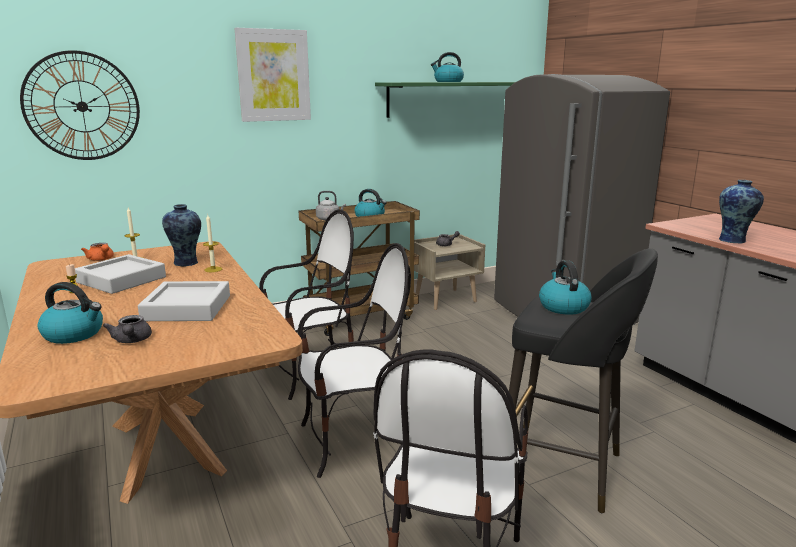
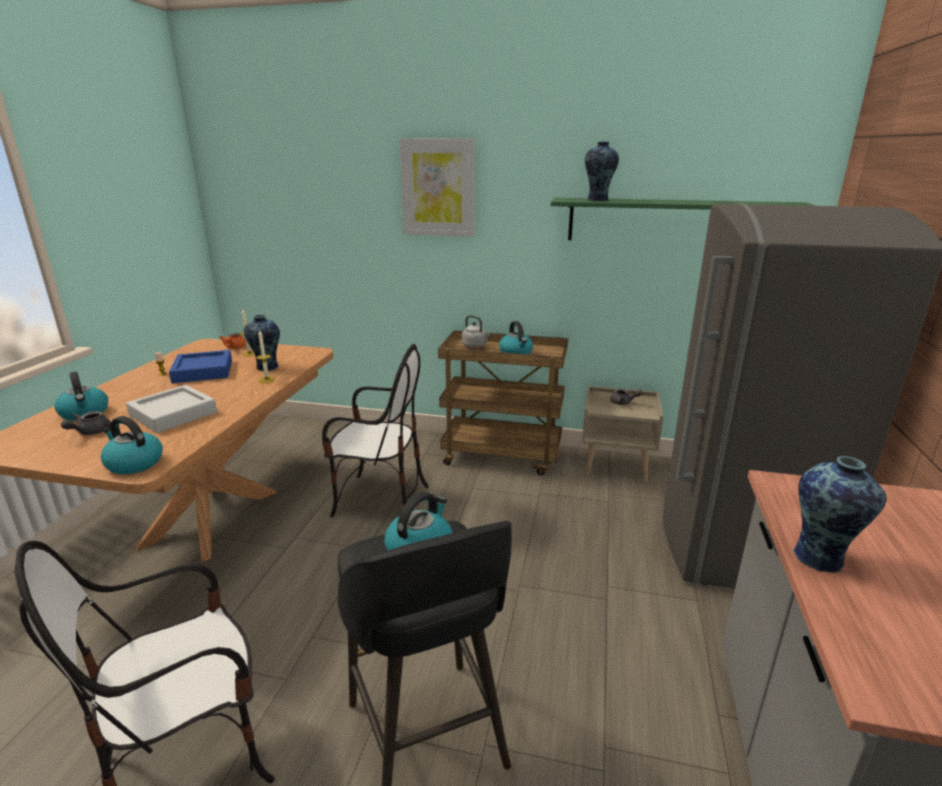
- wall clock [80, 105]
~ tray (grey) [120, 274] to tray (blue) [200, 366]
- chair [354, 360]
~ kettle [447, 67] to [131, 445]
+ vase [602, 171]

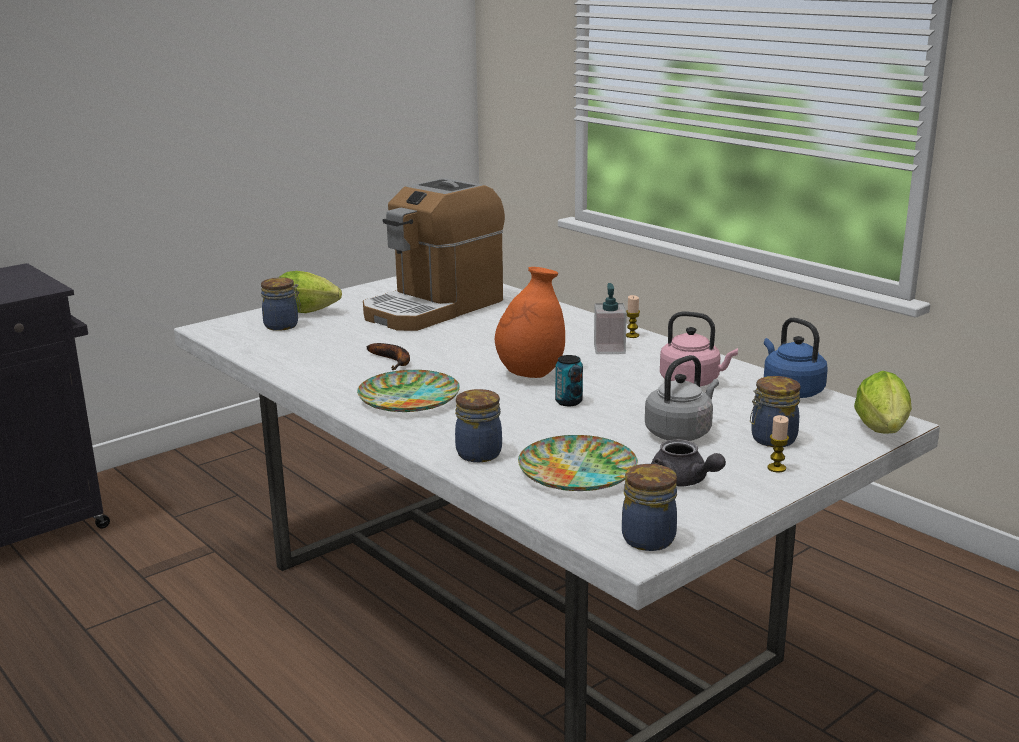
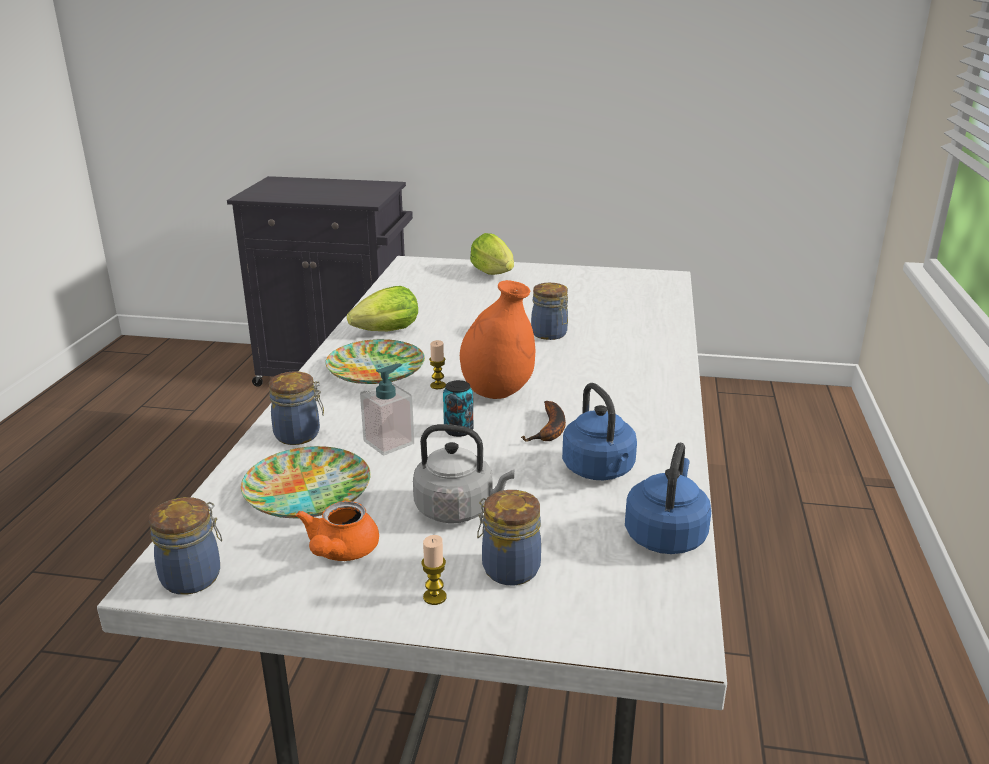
~ jar [281, 304] to [549, 311]
- coffee machine [434, 254]
~ banana [388, 356] to [543, 421]
~ soap dispenser [610, 318] to [387, 409]
~ candle [633, 316] to [437, 364]
~ teapot (grey) [688, 462] to teapot (orange) [337, 531]
~ kettle (pink) [699, 349] to kettle (blue) [599, 431]
~ lettuce [883, 402] to [382, 308]

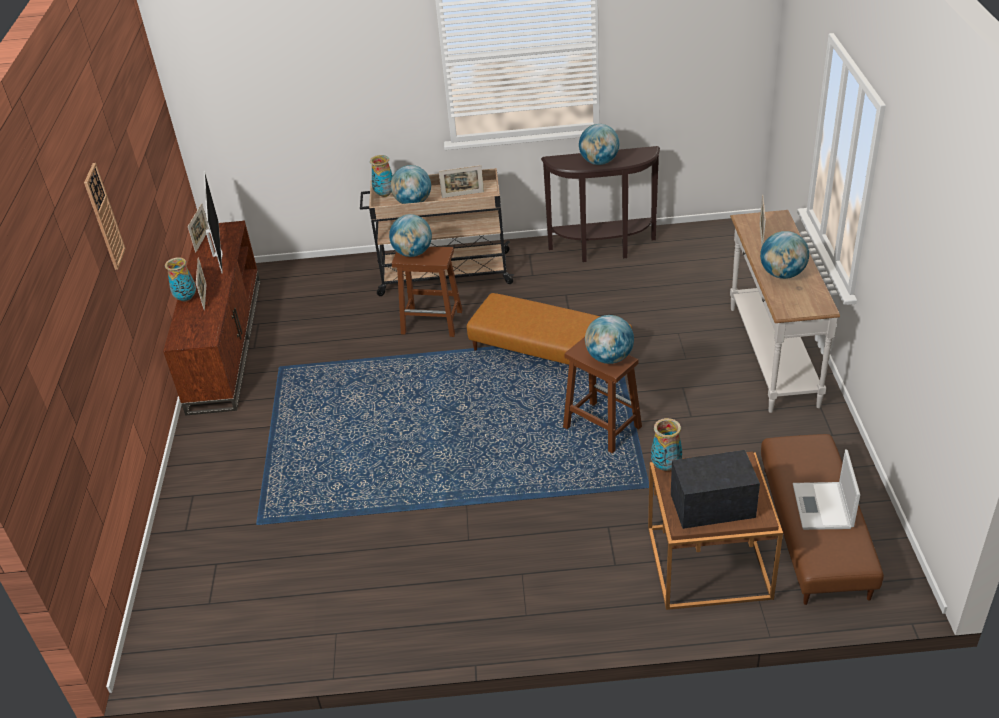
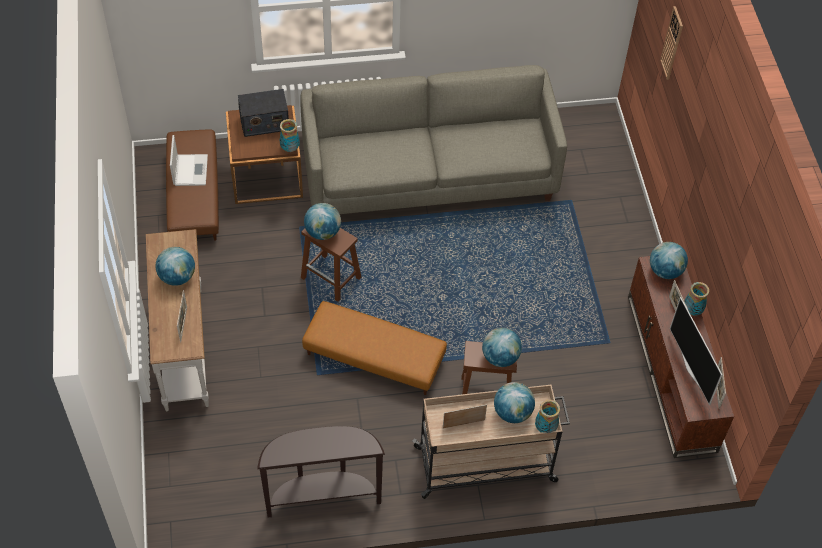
~ wall clock [105, 216] to [671, 43]
~ globe [599, 144] to [669, 260]
+ sofa (grey) [433, 139]

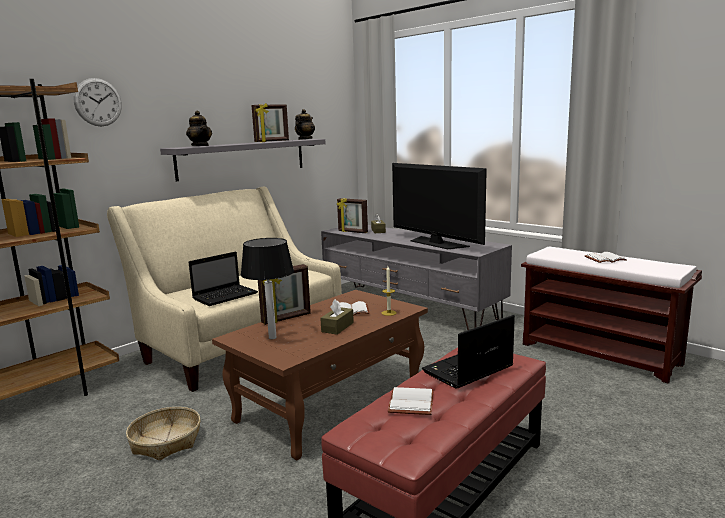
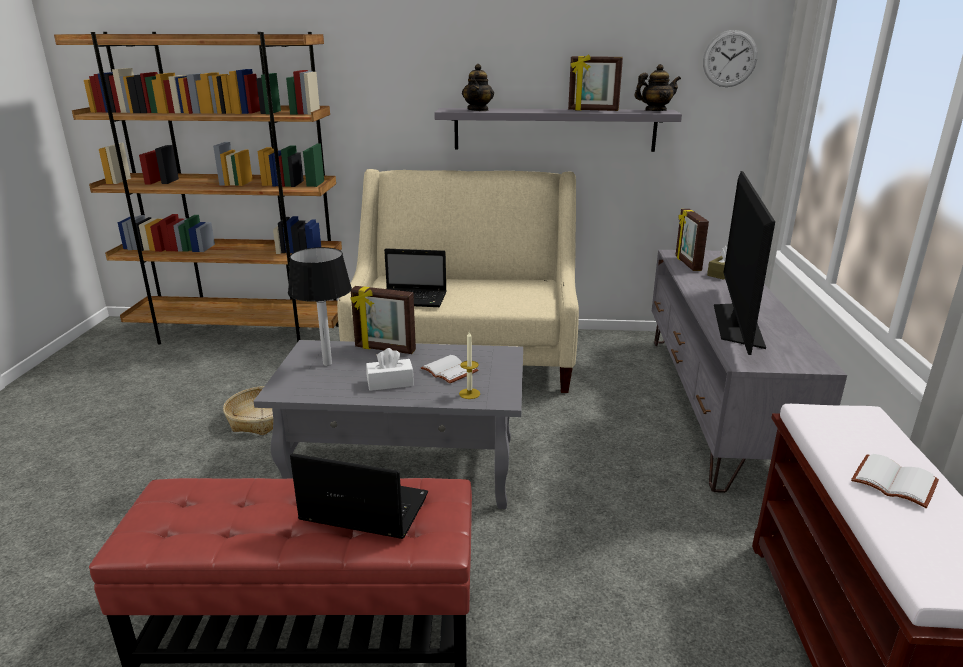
~ wall clock [98, 102] to [730, 58]
~ coffee table (brown) [320, 375] to coffee table (grey) [388, 424]
~ tissue box (brown) [337, 317] to tissue box (white) [390, 369]
- book (white) [411, 401]

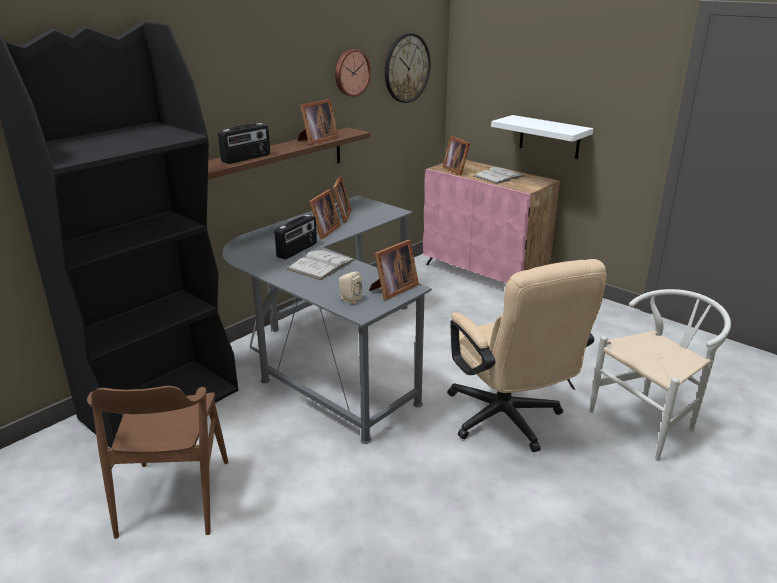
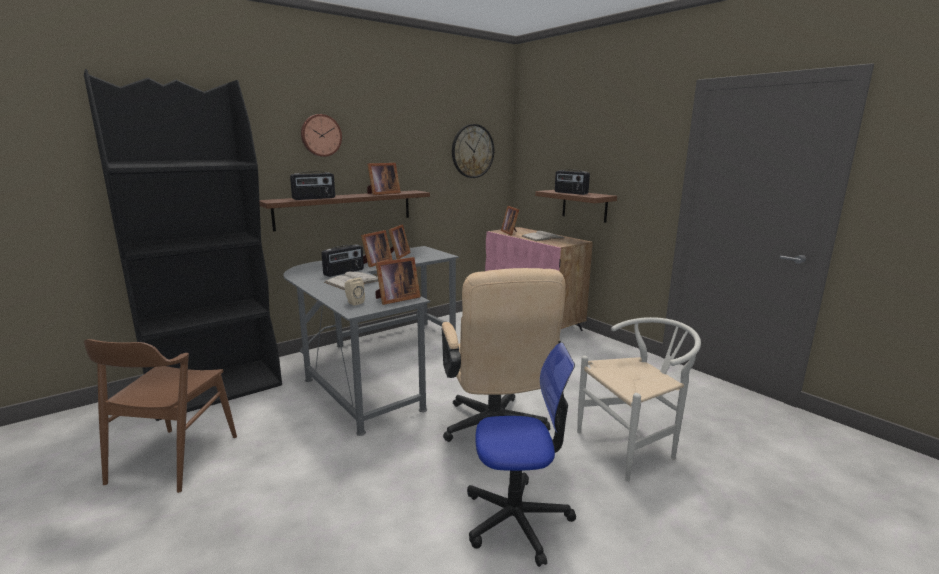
~ wall clock [353, 73] to [321, 135]
~ shelf (white) [542, 137] to shelf (brown) [576, 206]
+ office chair [521, 455]
+ radio [572, 182]

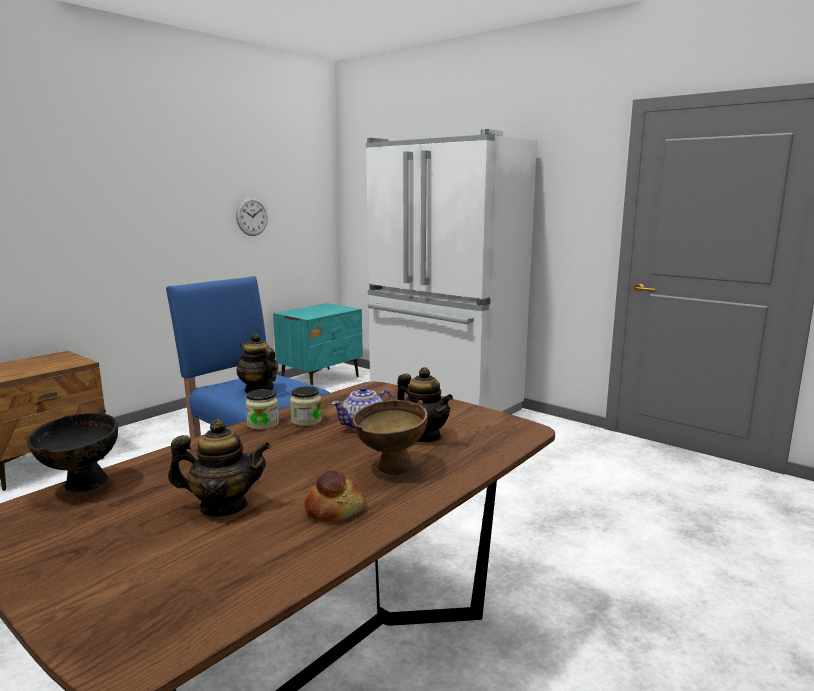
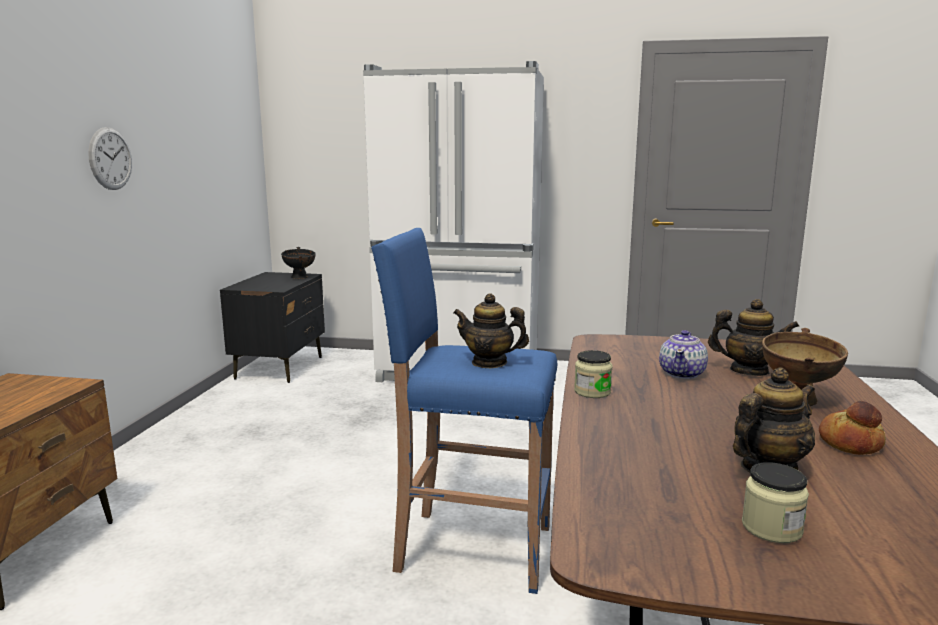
~ bowl (black) [72, 450] to [298, 263]
~ wall clock [252, 216] to [110, 158]
~ nightstand (turquoise) [318, 344] to nightstand (black) [272, 327]
~ jar [306, 406] to [775, 502]

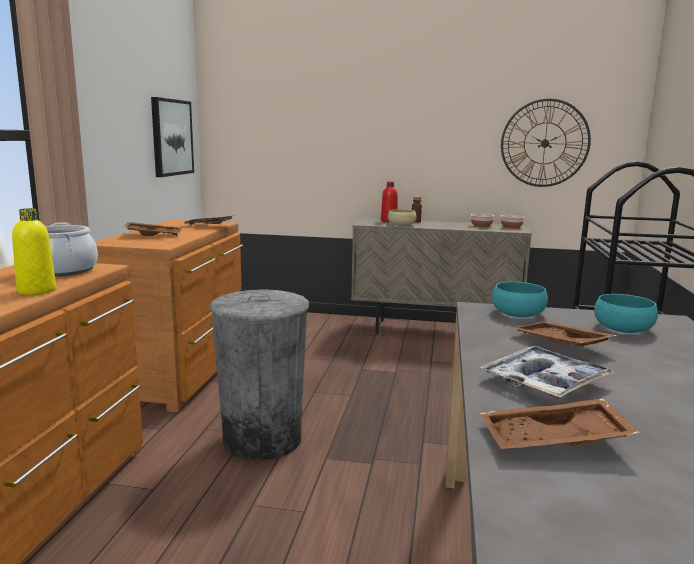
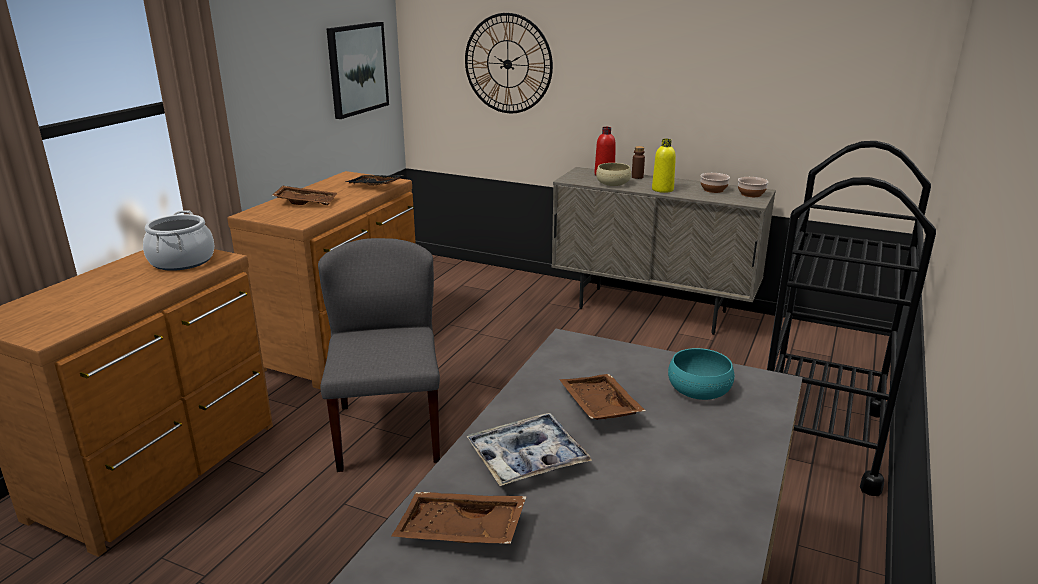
~ bottle (yellow) [34, 251] to [664, 166]
~ trash can (grey) [259, 374] to chair (grey) [379, 355]
- bowl (turquoise) [520, 299]
~ wall clock [546, 143] to [509, 63]

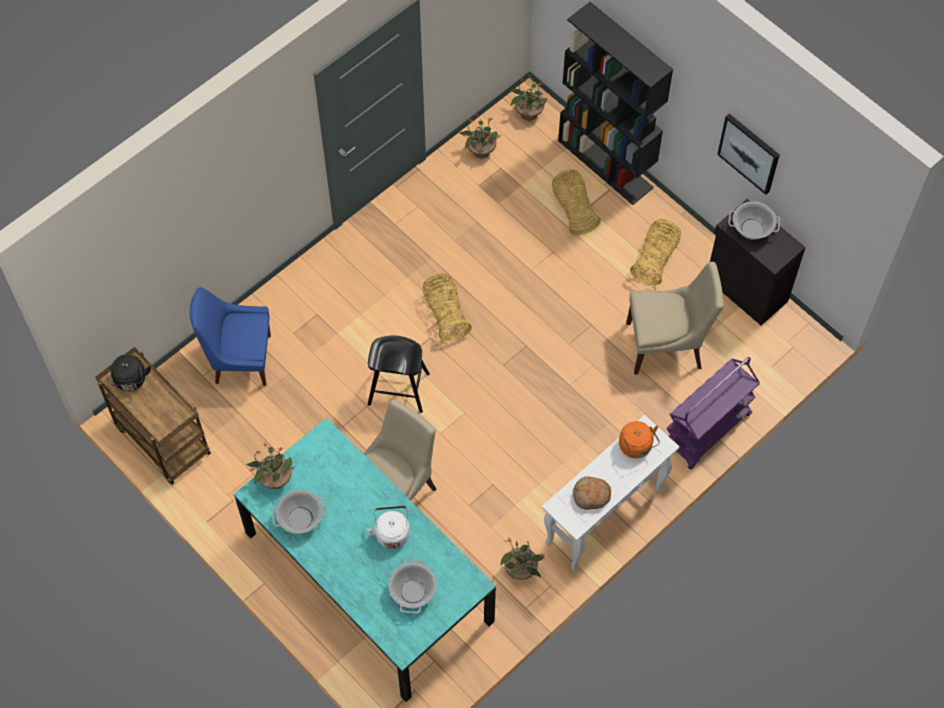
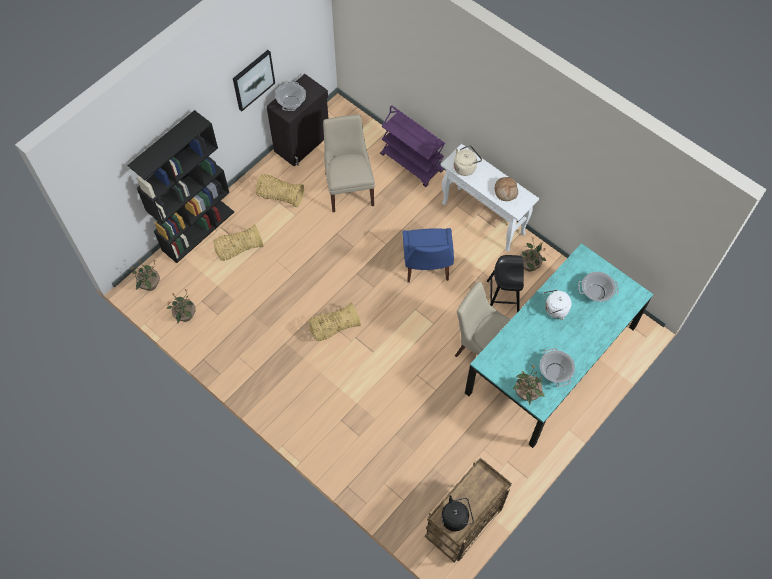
~ chair (blue) [230, 336] to [428, 255]
~ stool (black) [399, 374] to [505, 283]
~ kettle (orange) [639, 439] to kettle (beige) [468, 160]

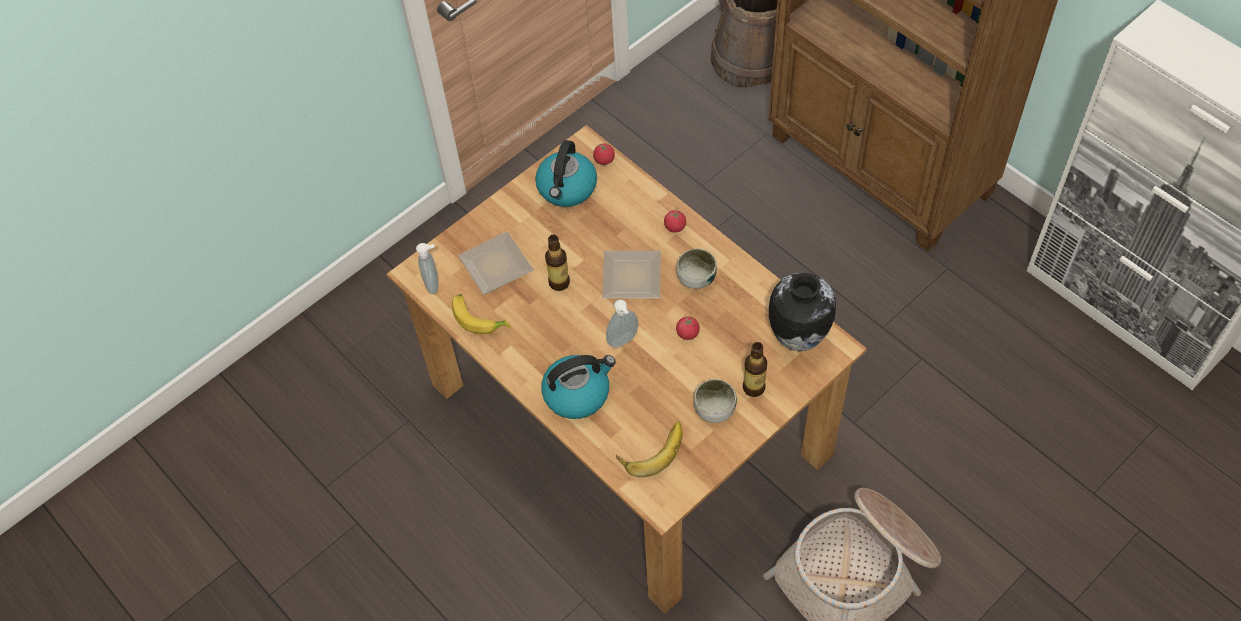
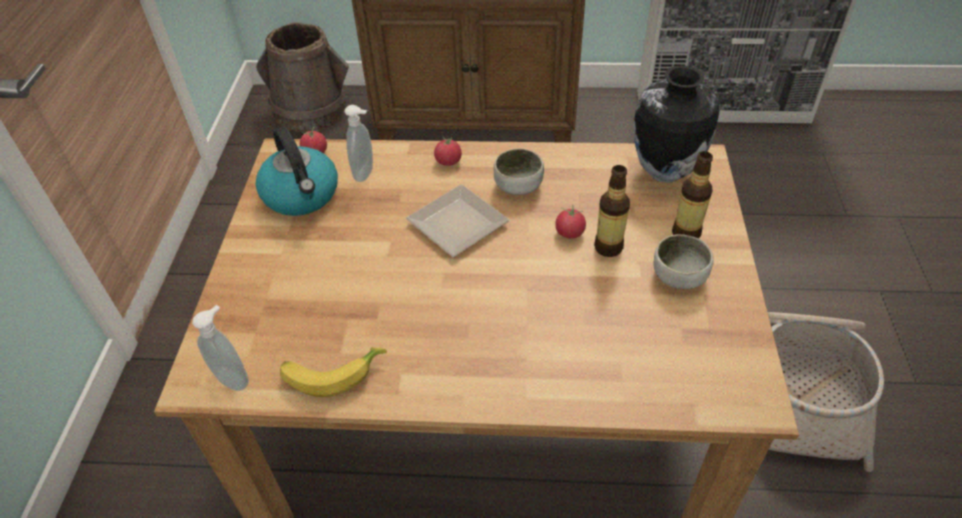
- plate [495, 263]
- kettle [578, 387]
~ bottle [557, 263] to [612, 211]
~ soap dispenser [622, 324] to [359, 143]
- banana [649, 449]

